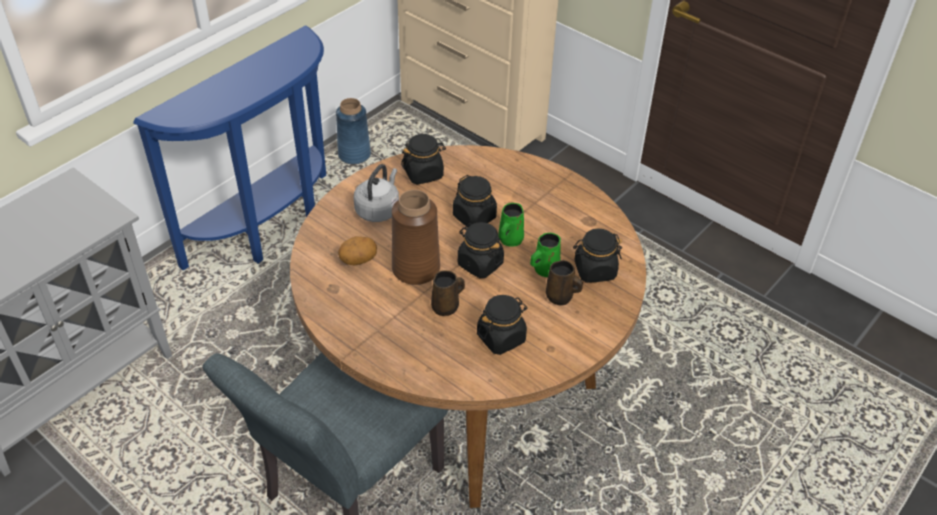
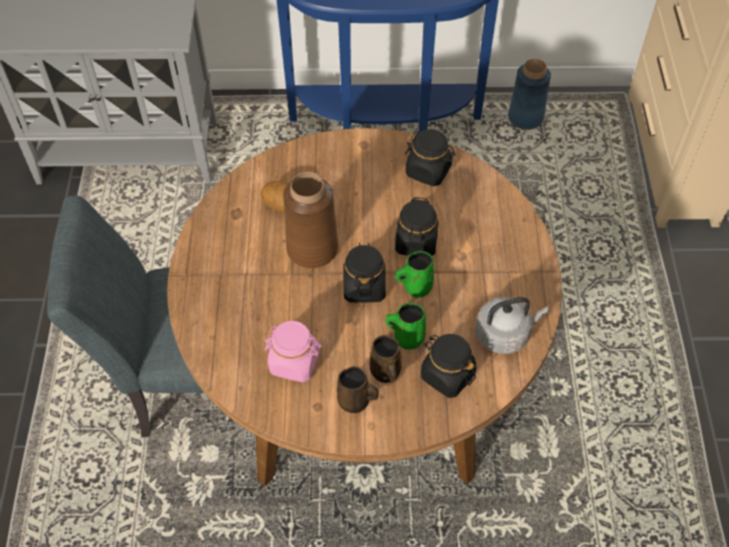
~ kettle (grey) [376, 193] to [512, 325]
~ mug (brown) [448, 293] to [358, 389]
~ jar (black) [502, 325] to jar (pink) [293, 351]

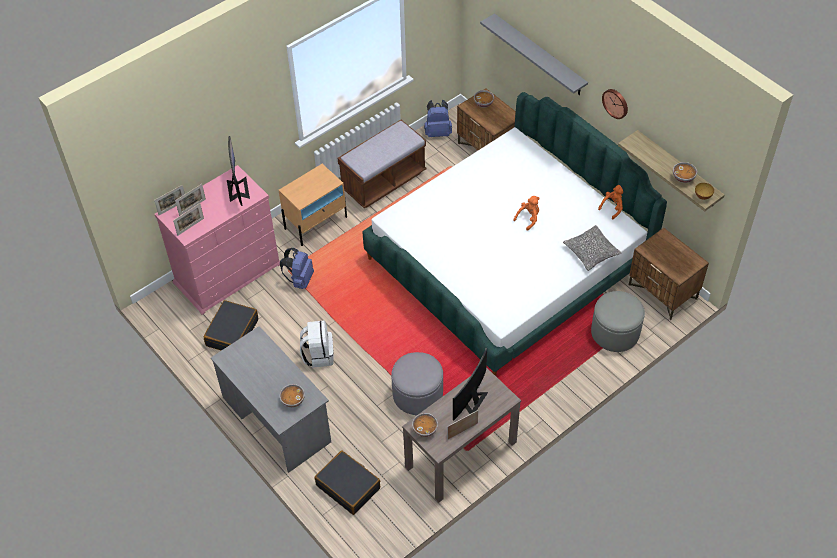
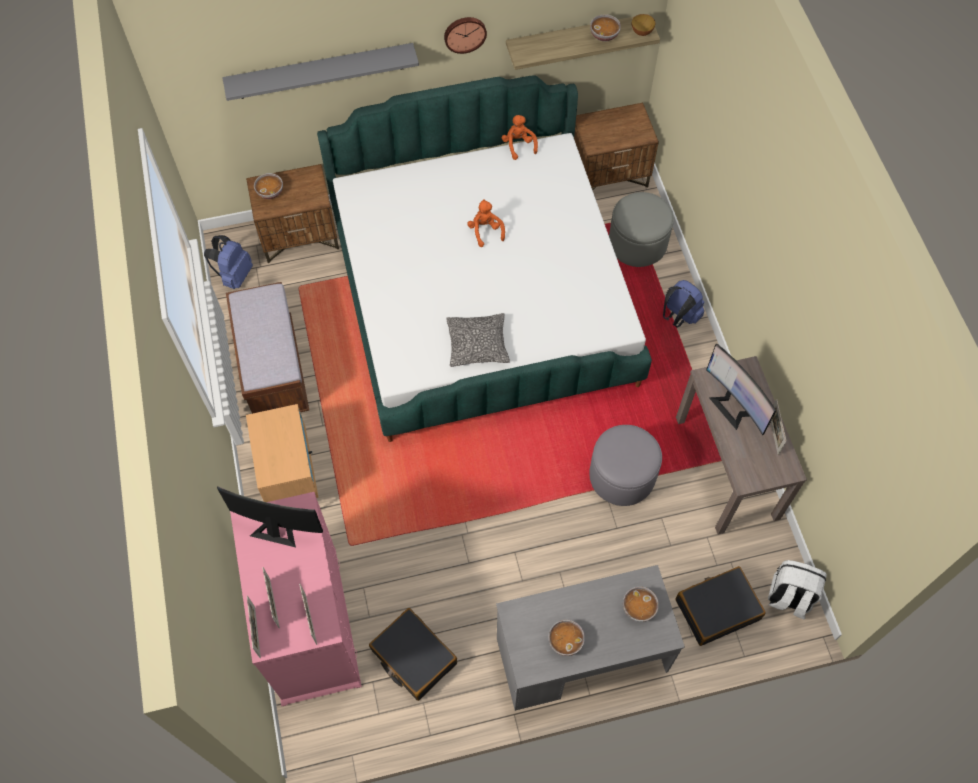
~ backpack (blue) [297, 268] to [683, 303]
~ backpack (white) [317, 344] to [797, 590]
~ bowl [425, 425] to [566, 638]
~ pillow [592, 248] to [478, 340]

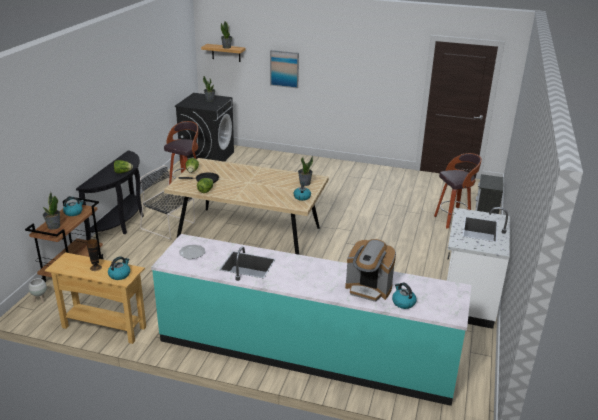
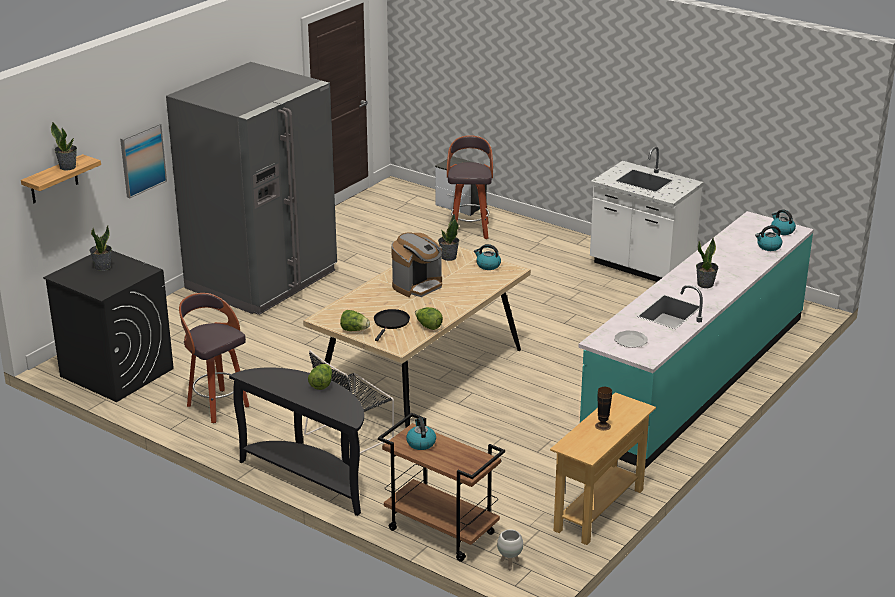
~ potted plant [51, 211] to [707, 262]
~ kettle [119, 268] to [783, 222]
~ coffee machine [370, 270] to [416, 264]
+ fridge (grey) [251, 188]

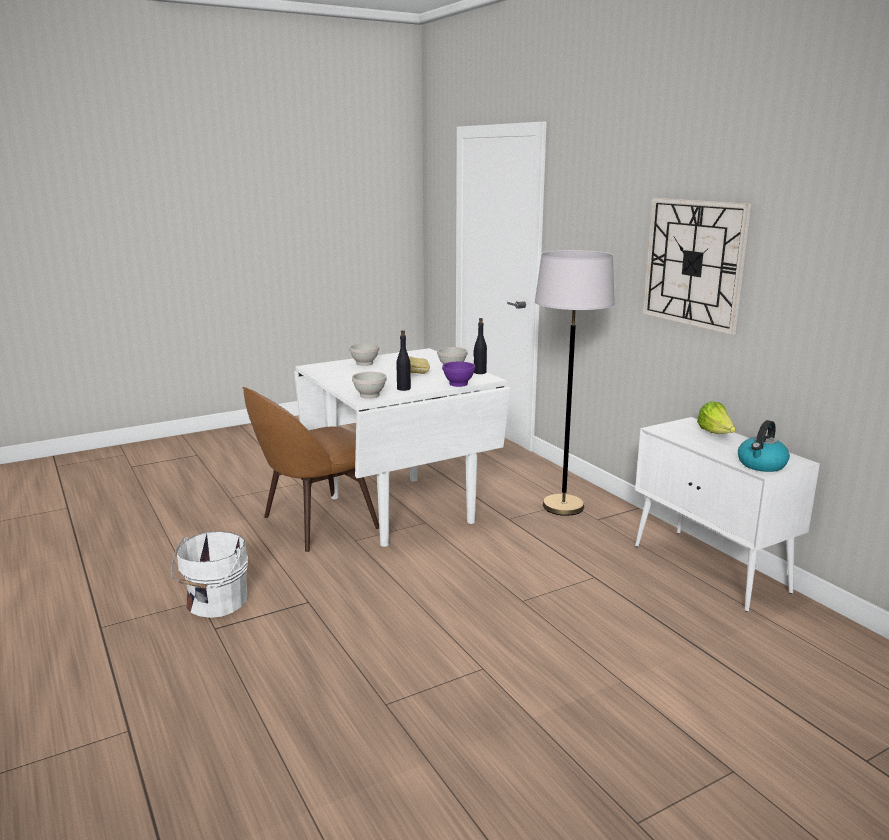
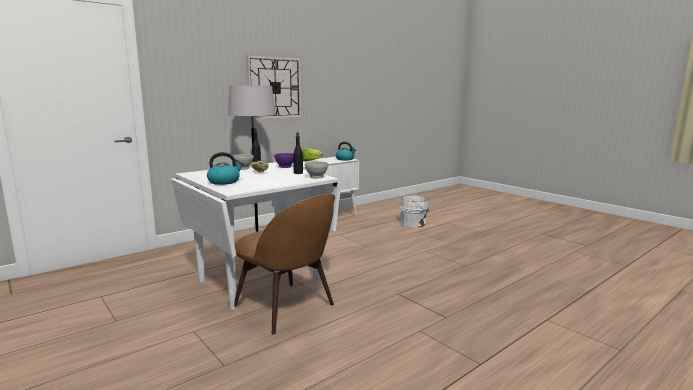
~ bucket (white) [209, 574] to [415, 210]
~ bowl (white) [364, 354] to kettle [225, 168]

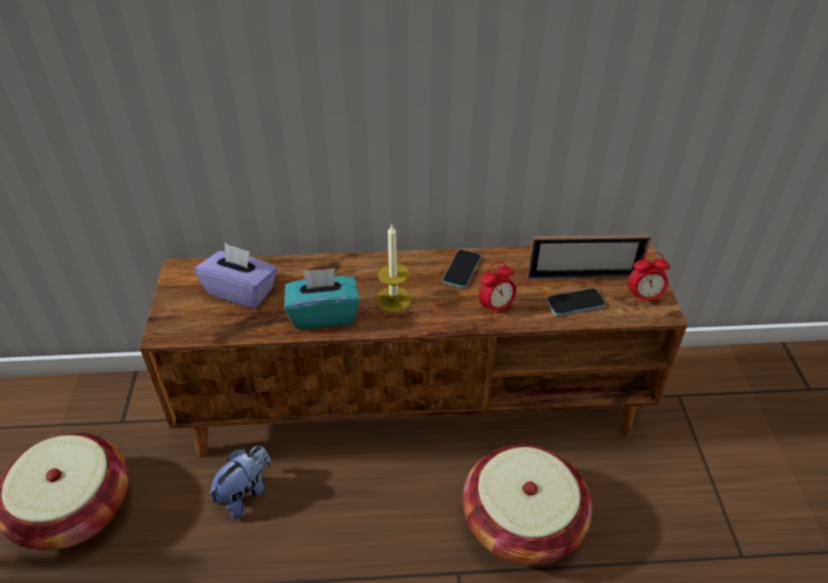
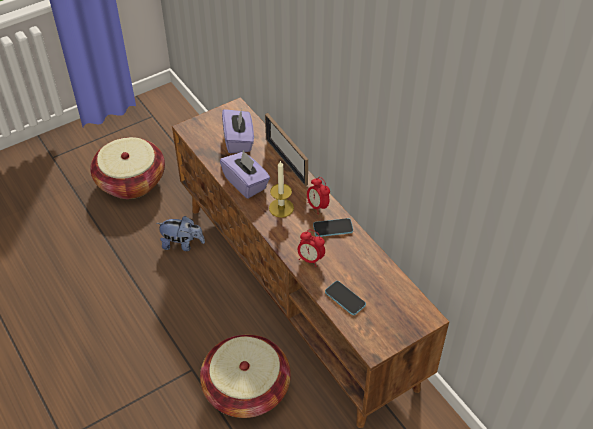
~ tissue box (turquoise) [321, 298] to tissue box (purple) [245, 174]
~ picture frame [589, 256] to [286, 149]
~ alarm clock [649, 278] to [318, 195]

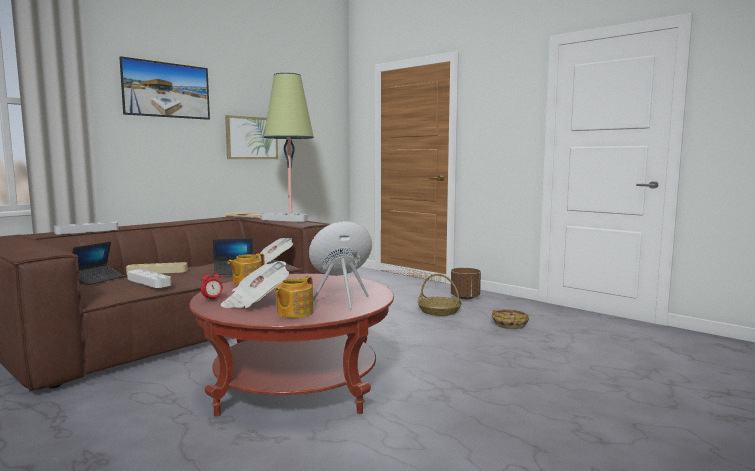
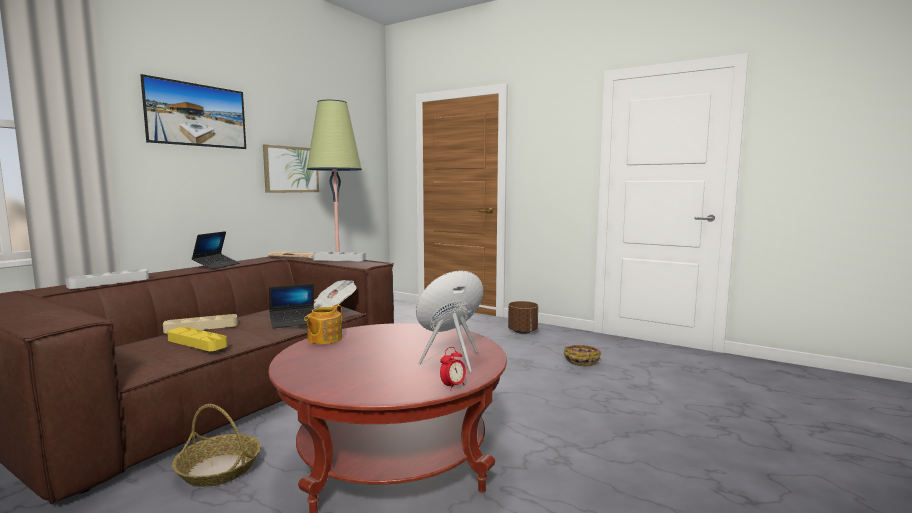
~ laptop [98, 263] to [216, 250]
~ tray (grey) [149, 278] to tray (yellow) [197, 339]
~ alarm clock [212, 285] to [453, 369]
- newspaper [255, 284]
- teapot [294, 297]
~ basket [439, 295] to [216, 445]

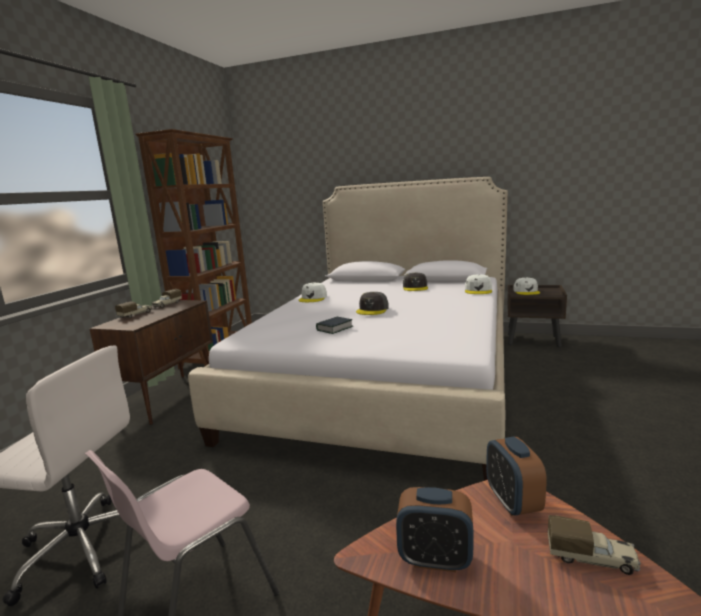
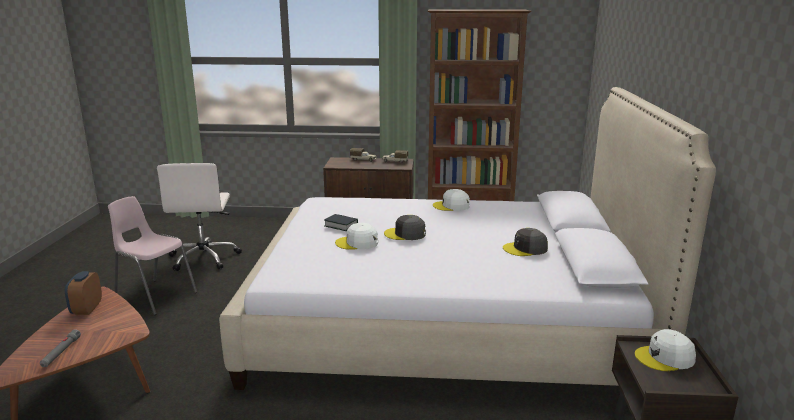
~ cap (white) [478, 284] to [356, 236]
- alarm clock [516, 476]
~ toy truck [594, 545] to flashlight (grey) [60, 348]

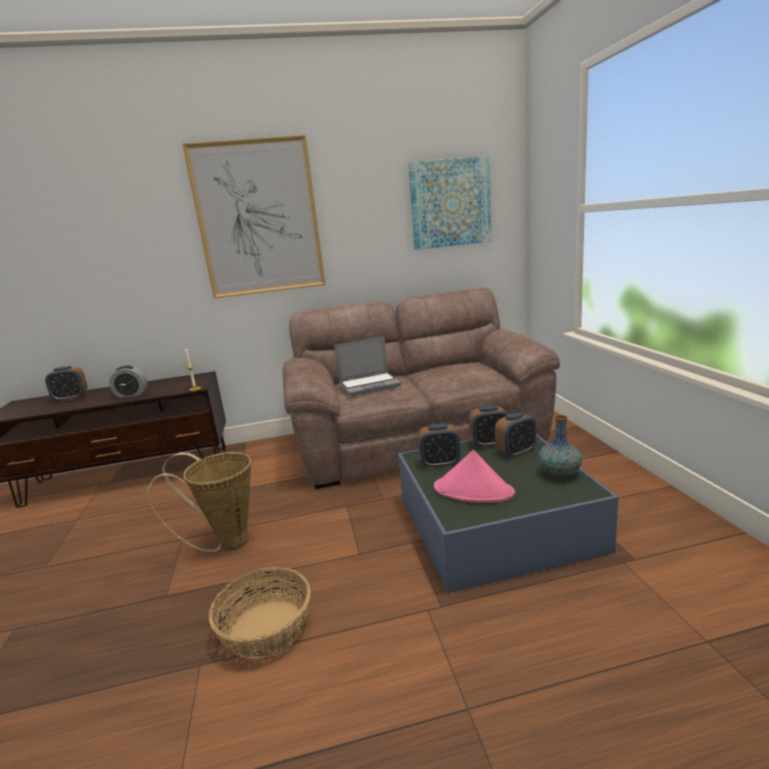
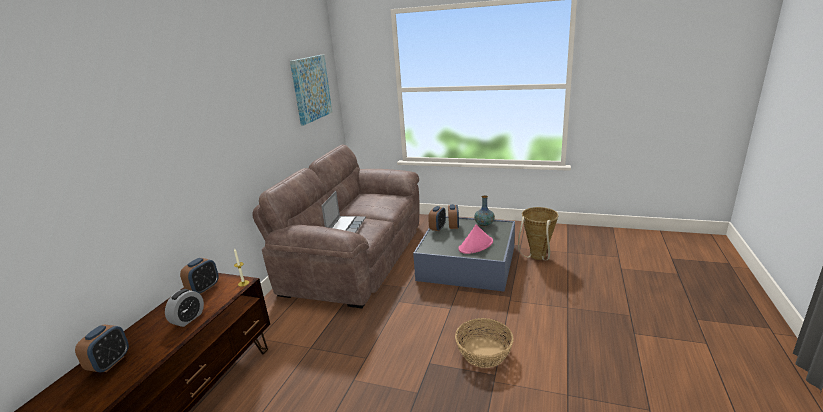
~ basket [199, 502] to [538, 233]
- picture [253, 216]
~ alarm clock [439, 446] to [199, 276]

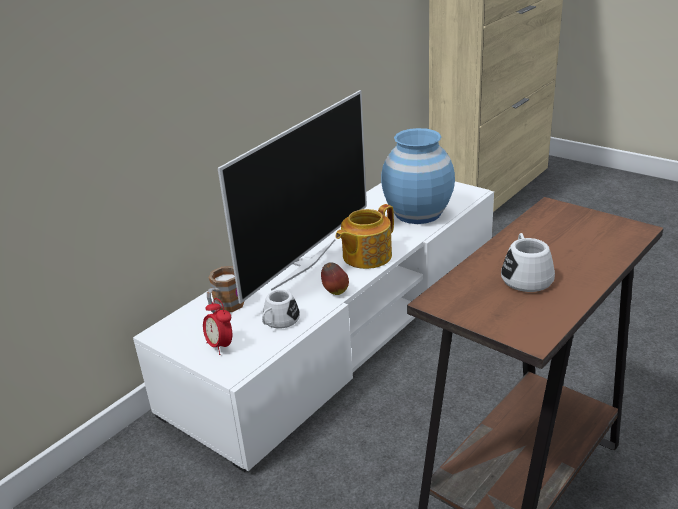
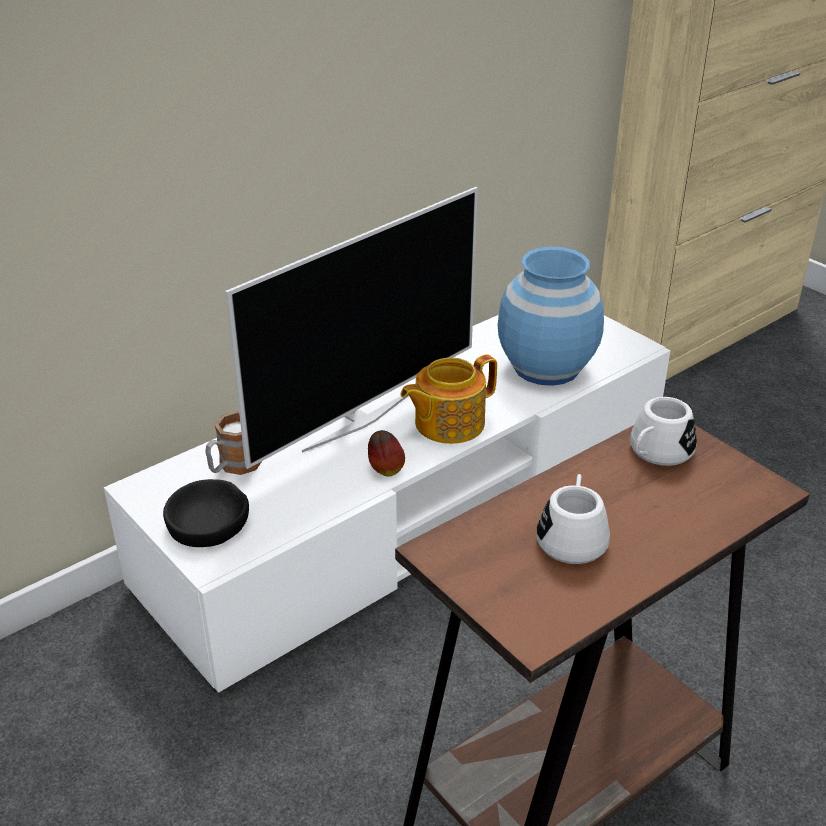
~ alarm clock [217, 326] to bowl (black) [206, 513]
~ mug (white) [281, 309] to [663, 431]

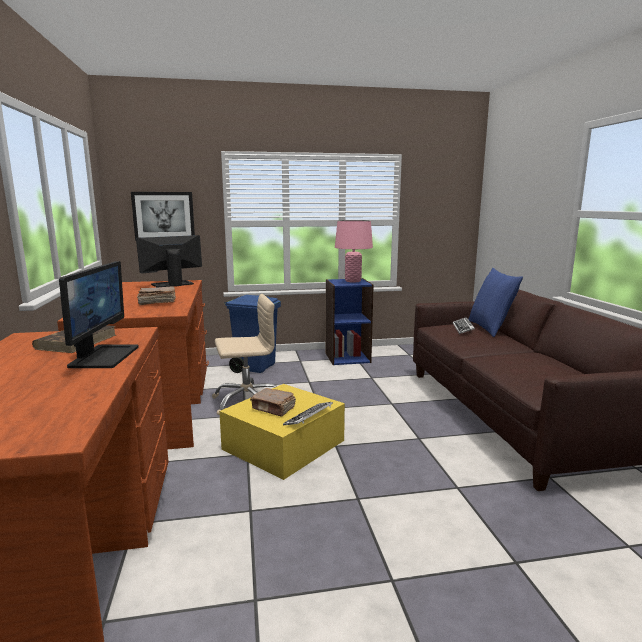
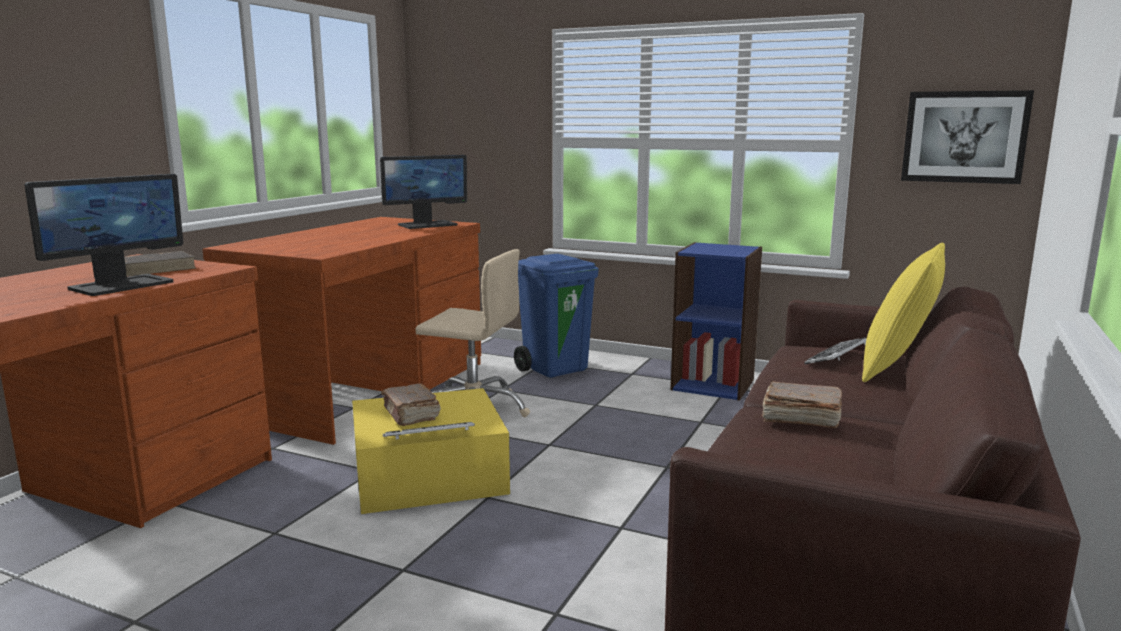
~ picture [163, 216] to [967, 137]
~ monitor [169, 261] = [423, 192] 150 degrees clockwise
~ book (brown) [156, 295] to [802, 404]
- table lamp (pink) [354, 251]
~ pillow (blue) [495, 302] to pillow (yellow) [903, 312]

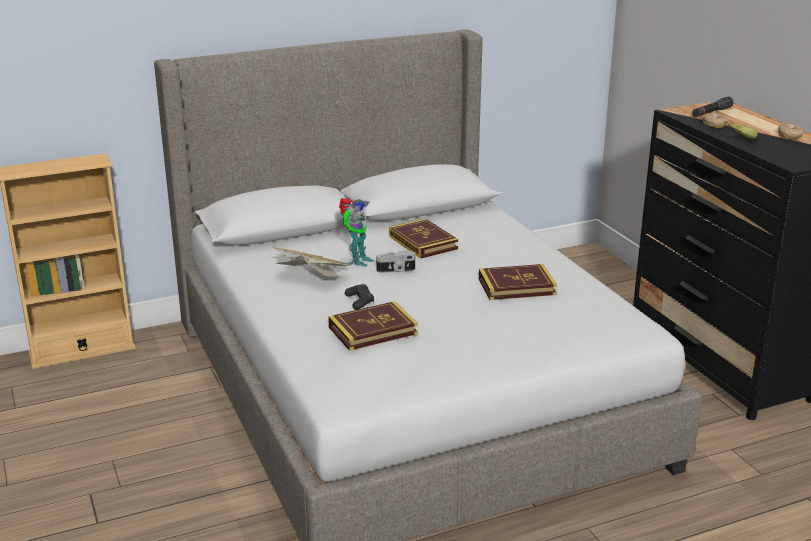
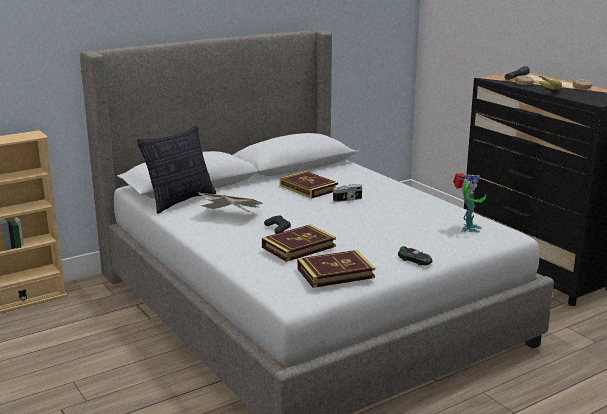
~ toy robot [356, 232] to [469, 203]
~ photo camera [395, 262] to [347, 193]
~ book [518, 282] to [336, 269]
+ pillow [176, 170]
+ toy car [415, 256]

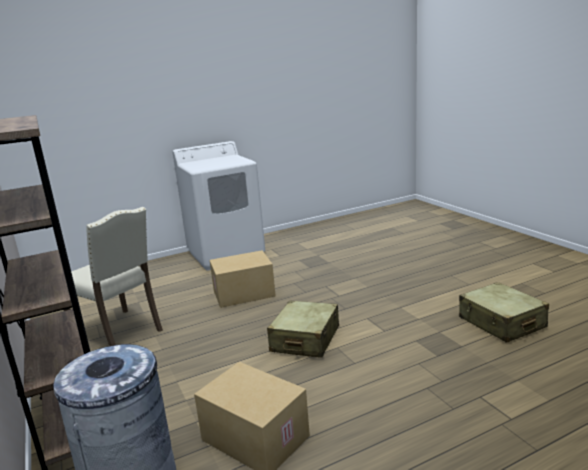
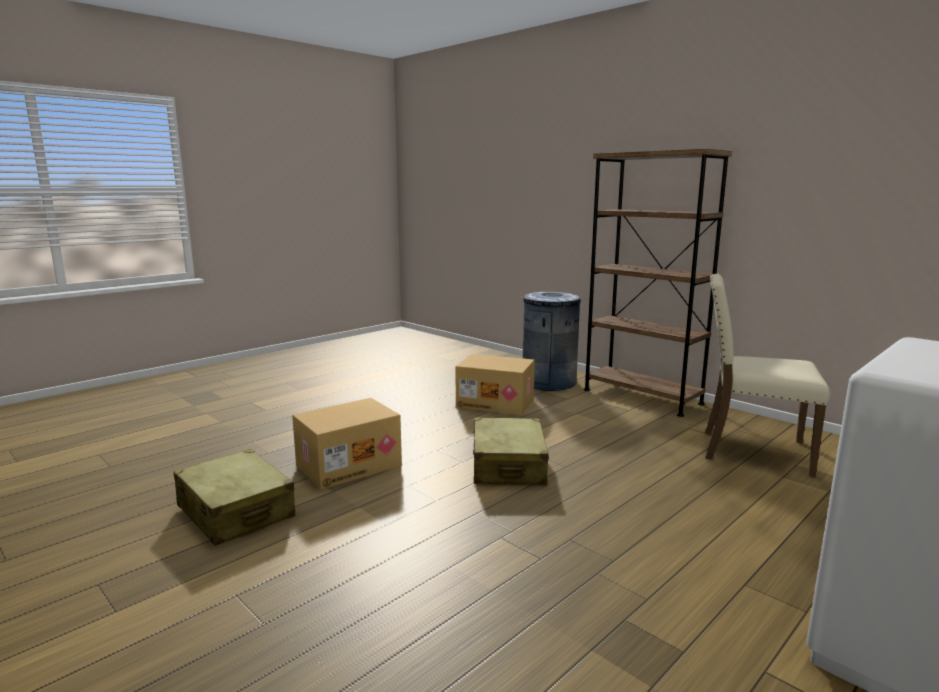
~ cardboard box [243, 279] to [347, 444]

